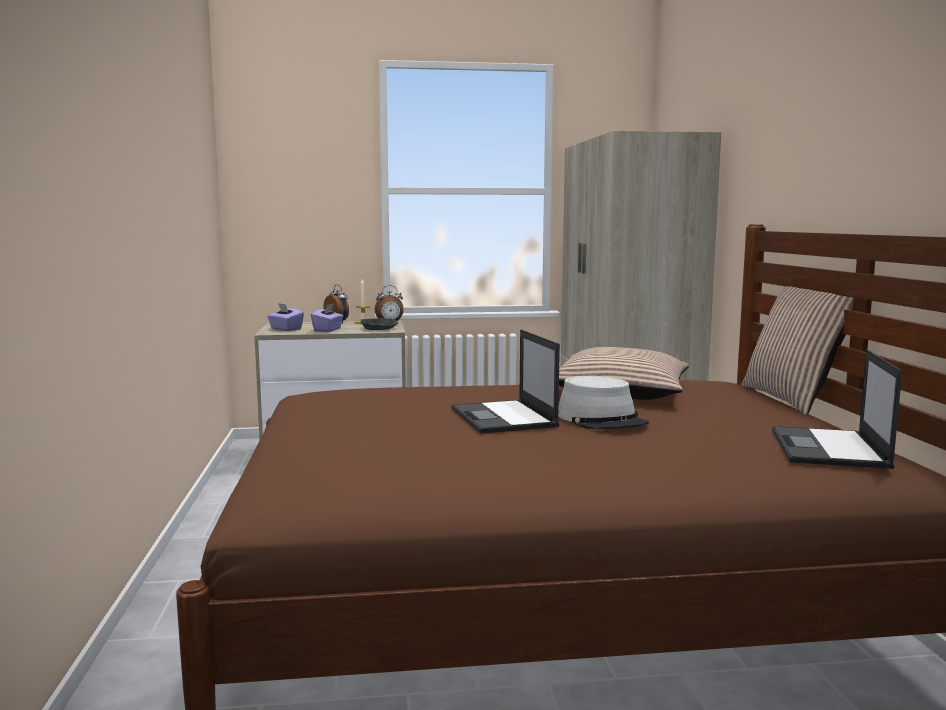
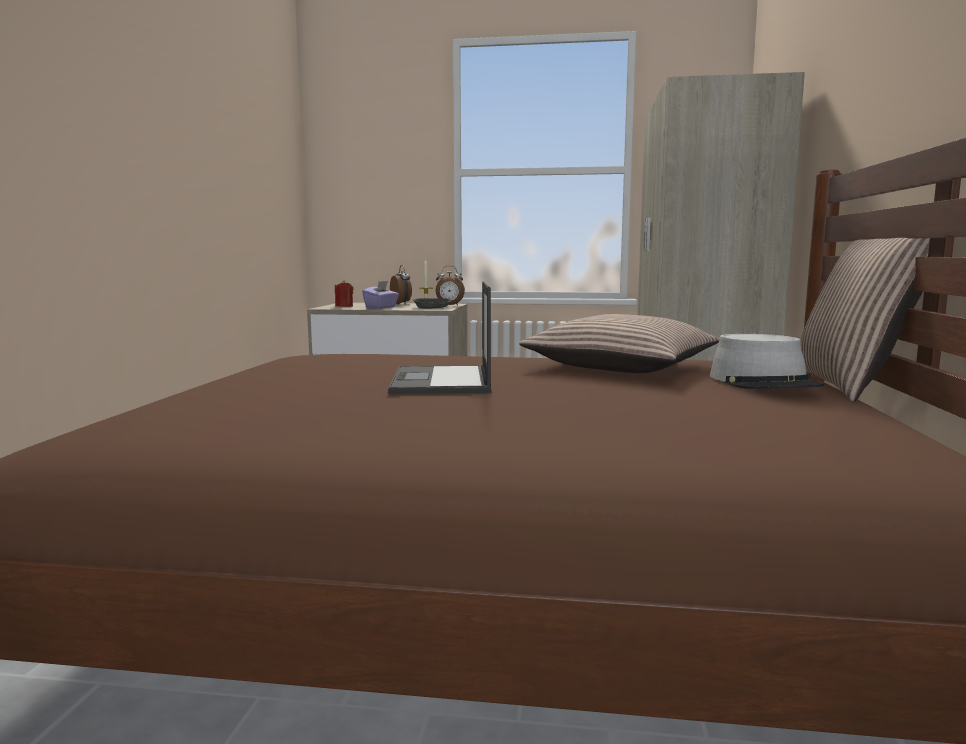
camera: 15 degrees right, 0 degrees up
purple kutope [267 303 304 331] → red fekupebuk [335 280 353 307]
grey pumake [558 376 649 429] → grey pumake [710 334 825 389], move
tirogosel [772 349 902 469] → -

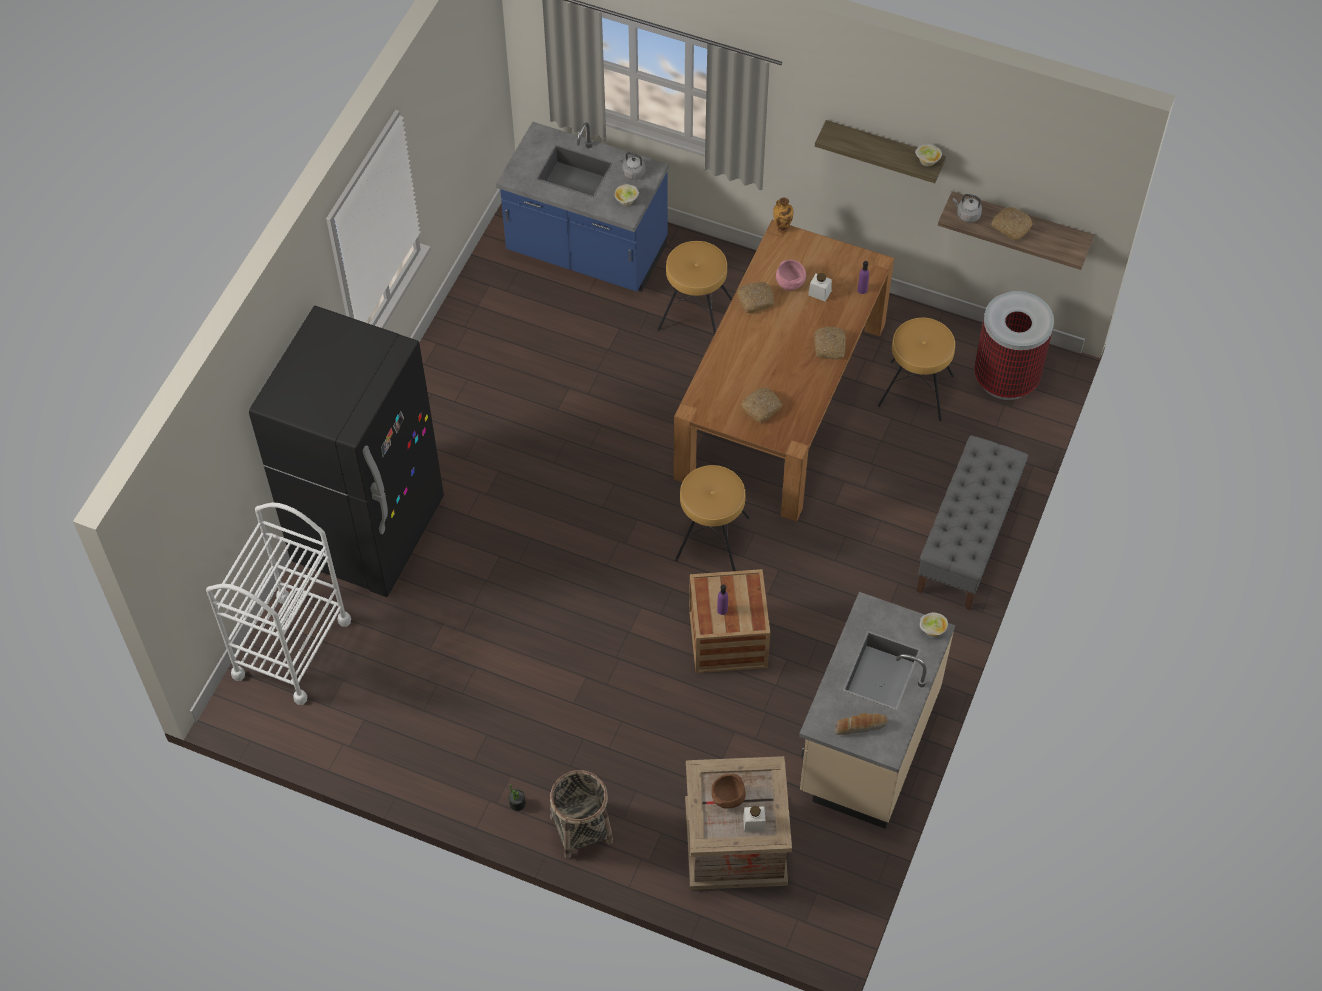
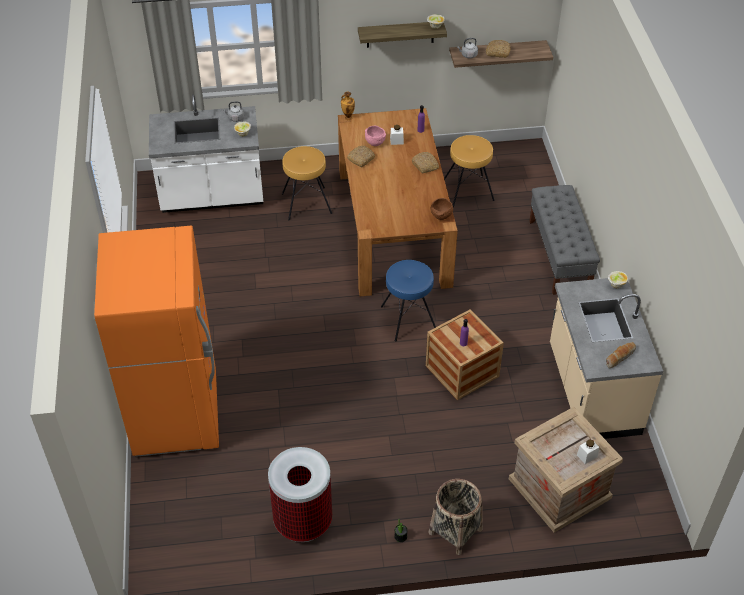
camera: 30 degrees left, 10 degrees down
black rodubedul [249 306 444 597] → orange rodubedul [94 225 219 457]
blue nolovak [496 122 669 292] → white nolovak [149 94 263 213]
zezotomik [974 291 1054 400] → zezotomik [268 447 332 542], move
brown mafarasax [675 465 750 571] → blue mafarasax [381 260 436 342]
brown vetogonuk [712 774 746 809] → brown vetogonuk [431 198 453 220], move
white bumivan [206 502 351 705] → -
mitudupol [741 387 782 423] → -

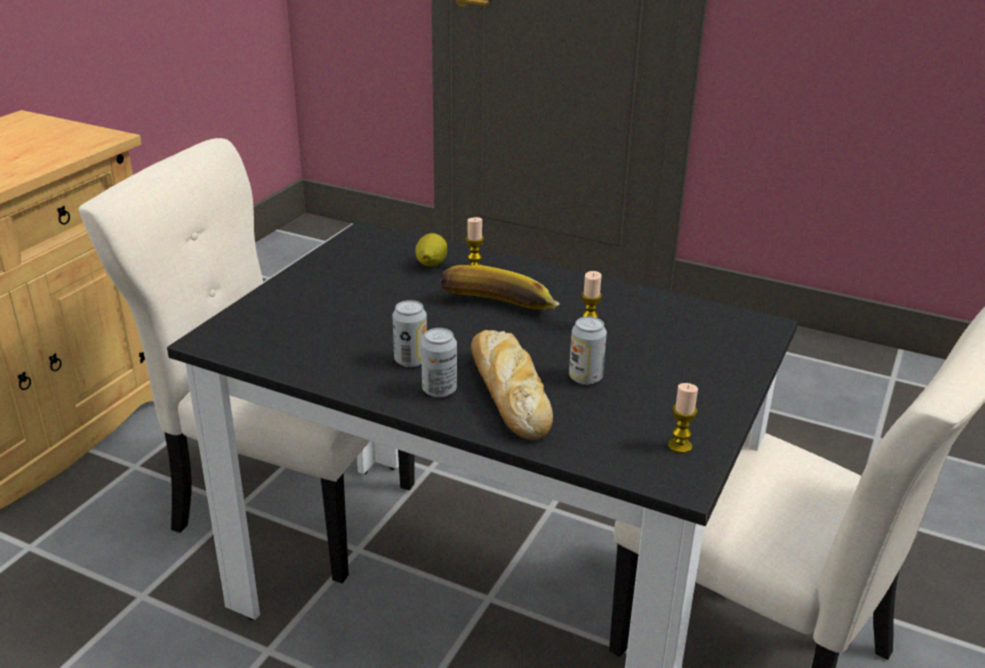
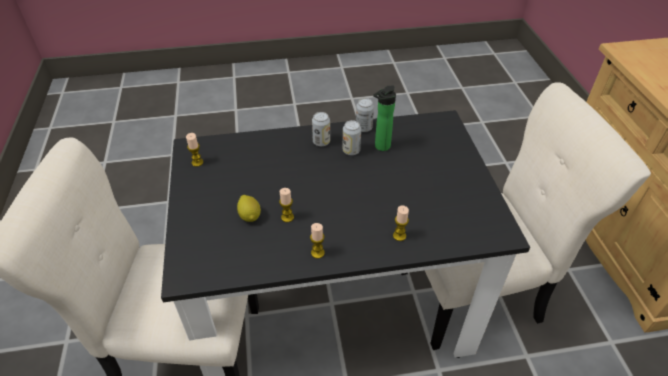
camera: 145 degrees right, 15 degrees up
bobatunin [415 233 447 266] → bobatunin [237 195 261 222], move
- → fekupebuk [310 223 325 259]
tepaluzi [569 316 607 385] → tepaluzi [356 98 374 132], move
- → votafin [373 85 396 151]
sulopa [441 265 559 310] → -
mitudupol [471 330 553 440] → -

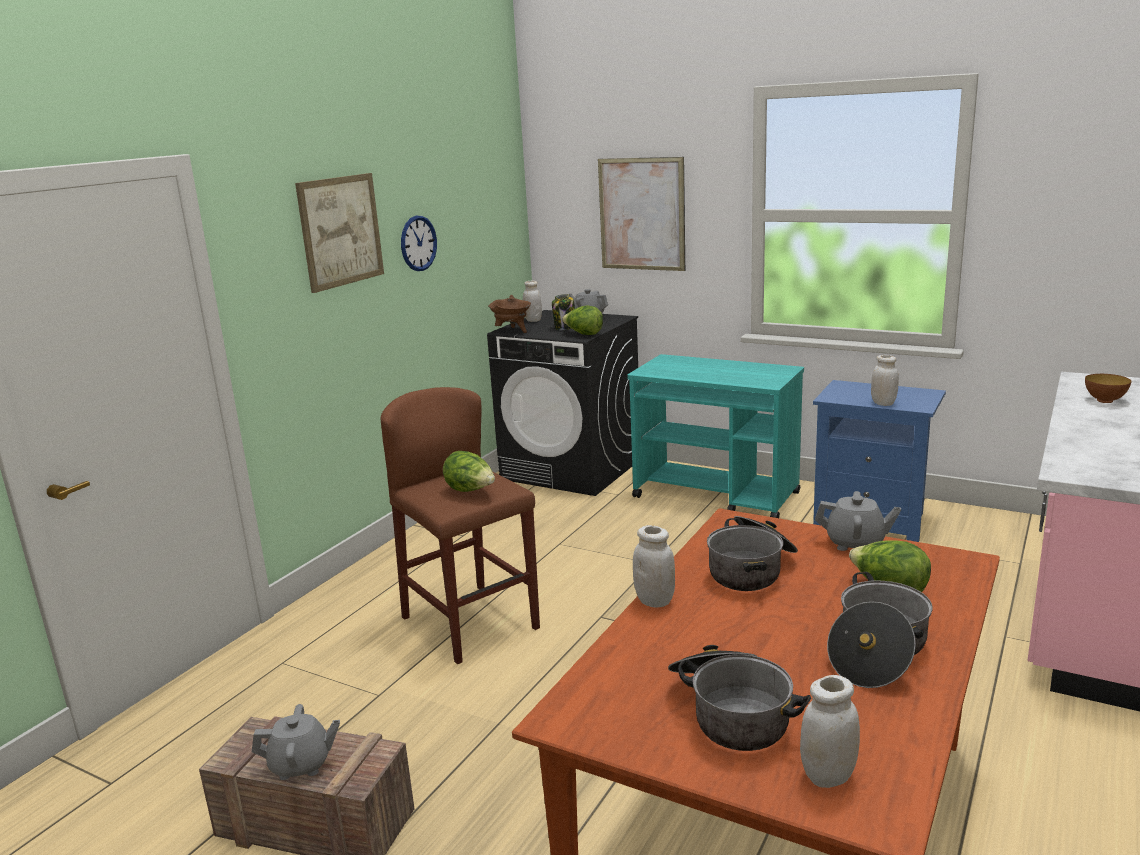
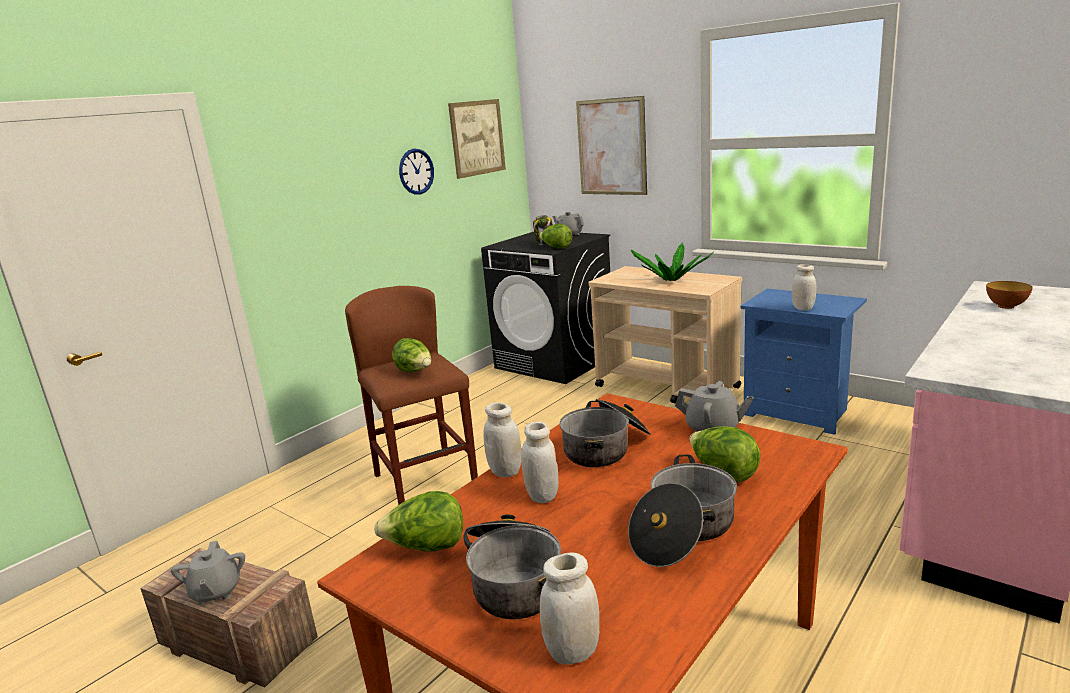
camera: 10 degrees right, 0 degrees up
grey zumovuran [252 704 340 780] → grey zumovuran [171 541 245 605], 75 degrees clockwise
- → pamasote [374 491 463 552]
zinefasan [295 173 384 293] → zinefasan [448 99 506 179], move
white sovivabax [523 281 542 322] → white sovivabax [521 421 559 503], move
turquoise bumivan [627 354 804 518] → beige bumivan [588 266 742 404]
- → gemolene [631 242 714 281]
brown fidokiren [488 295 531 333] → -

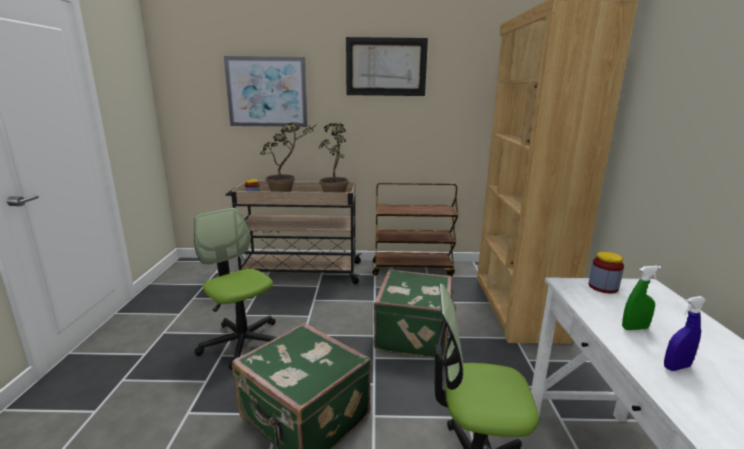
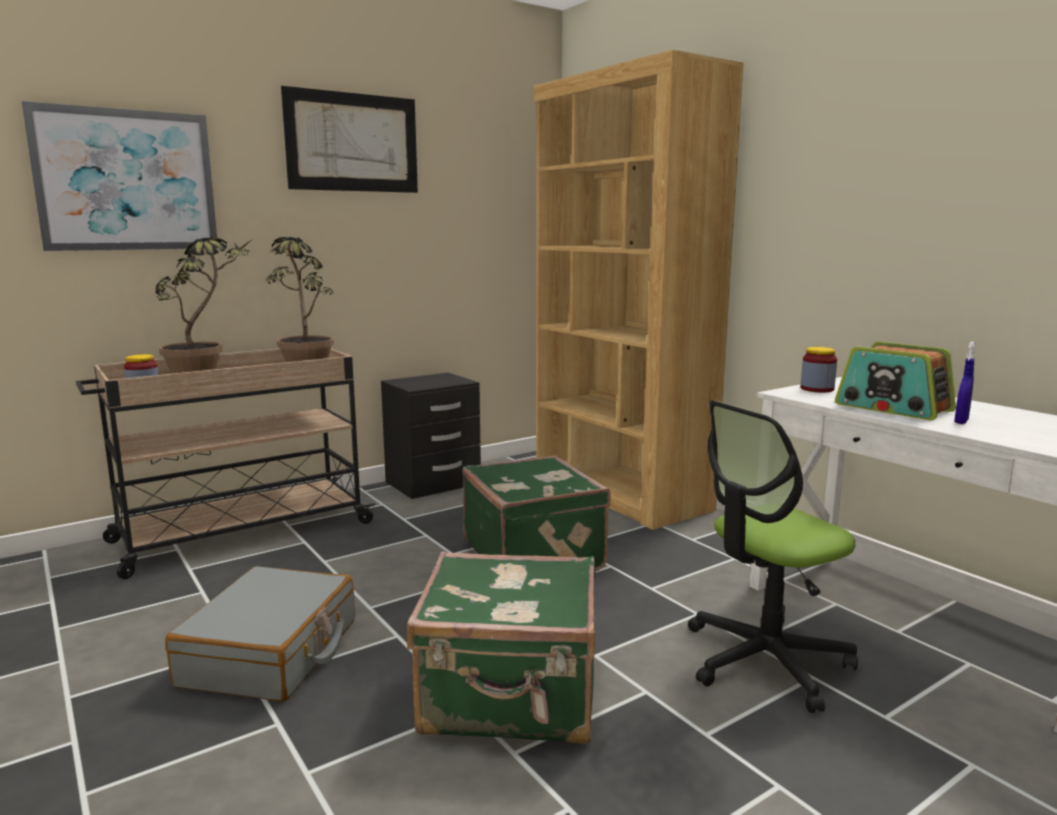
camera: 35 degrees left, 5 degrees down
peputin [194 208 277 370] → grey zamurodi [165 566 355 702]
brown bumivan [372 183 458 276] → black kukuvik [381 373 481 499]
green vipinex [622 266 662 330] → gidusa [835 342 956 420]

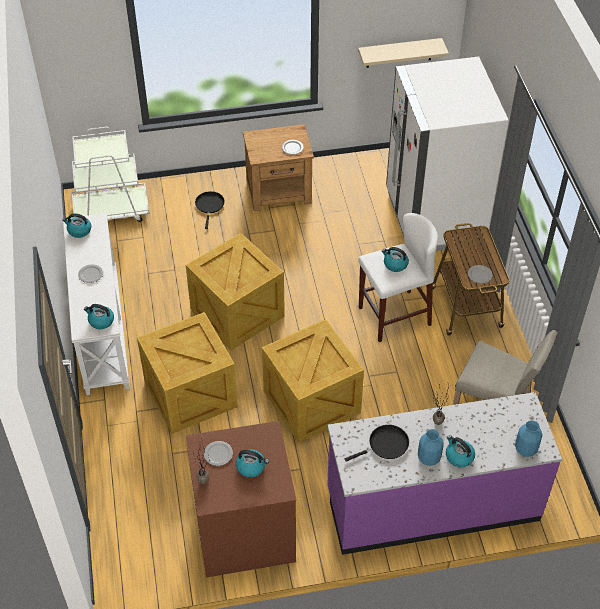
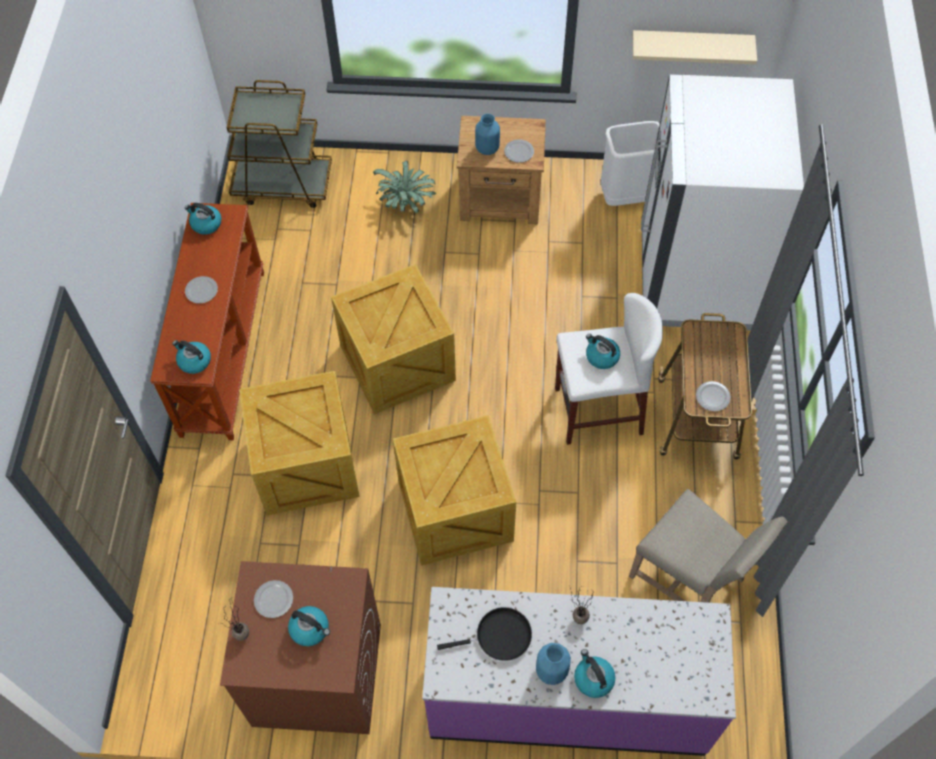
camera: 15 degrees right, 10 degrees up
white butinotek [63 213 129 395] → brown butinotek [150 203 264 440]
white bumivan [72 127 149 222] → brown bumivan [227 80 332 208]
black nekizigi [195 191 225 229] → gemolene [373 160 437 213]
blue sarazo [515 420 542 457] → blue sarazo [475 114 500 155], move
- → white zezotomik [600 121 660 206]

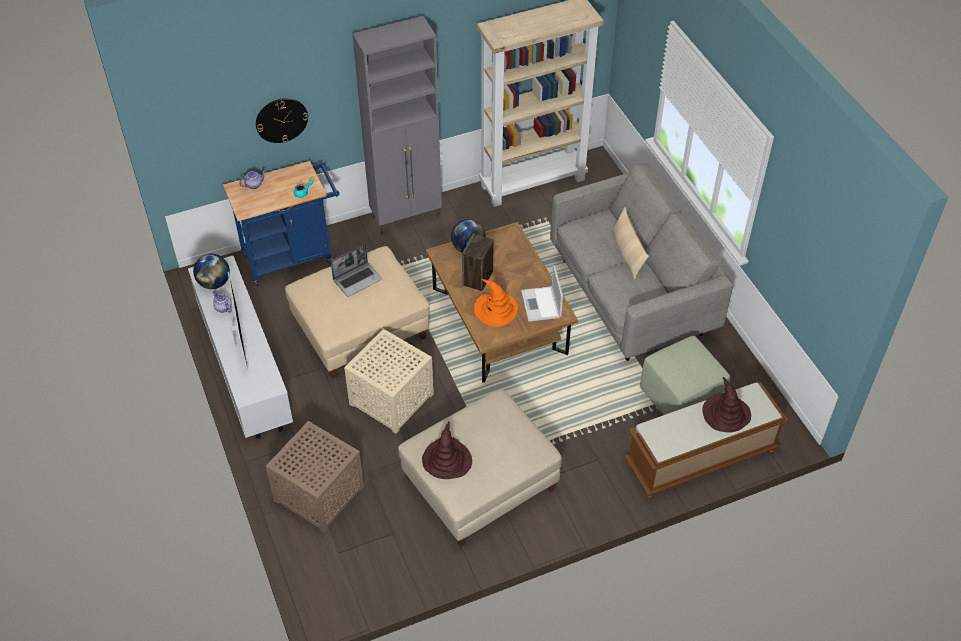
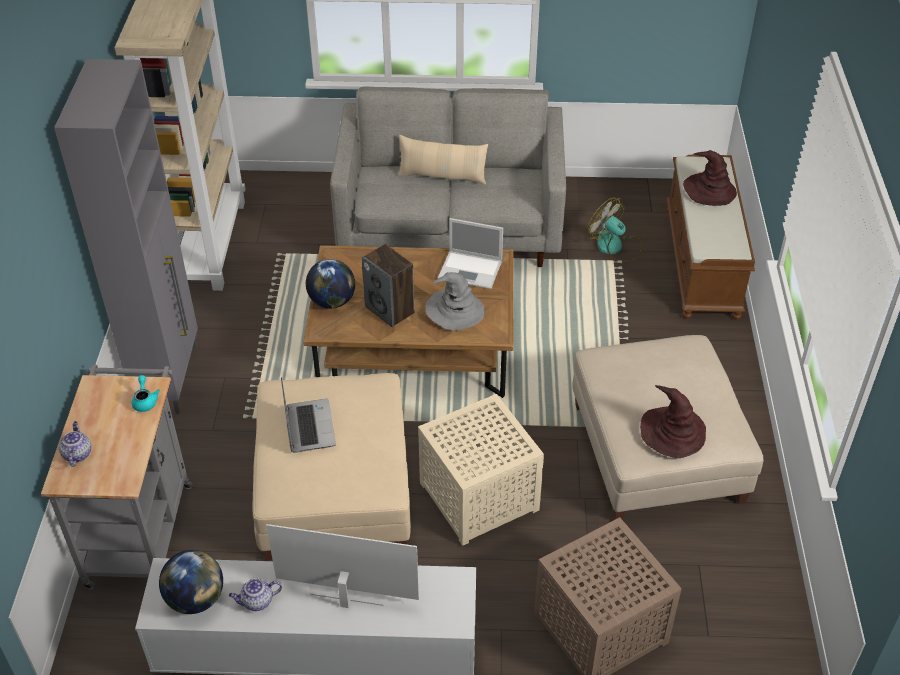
camera: 65 degrees left, 5 degrees down
blue bumivan [223 161 340 286] → grey bumivan [41 365 193 589]
orange pumake [474 279 518 327] → grey pumake [426 272 484 331]
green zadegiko [640 336 730 415] → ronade [587 198 642 262]
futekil [256 98 308 143] → -

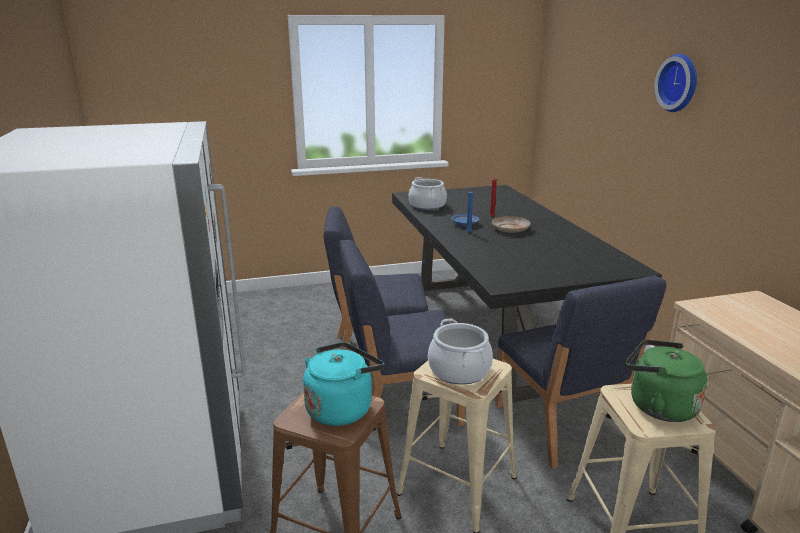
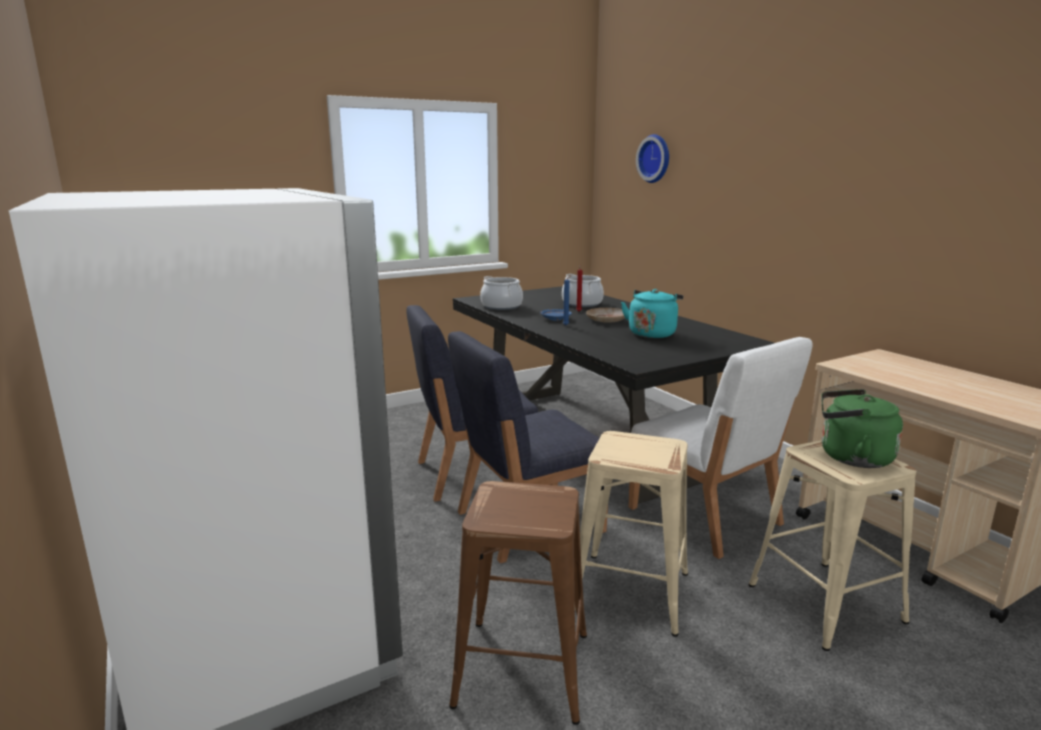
camera: 15 degrees left, 5 degrees down
fidokiren [428 318 493 385] → fidokiren [562 274 604 307], move
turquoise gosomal [303 342 384 426] → turquoise gosomal [621 289 683 338], move
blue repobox [495 276 666 469] → white repobox [629 337 813 559]
futekil [654 54 697 112] → futekil [636 134 669 183], move

